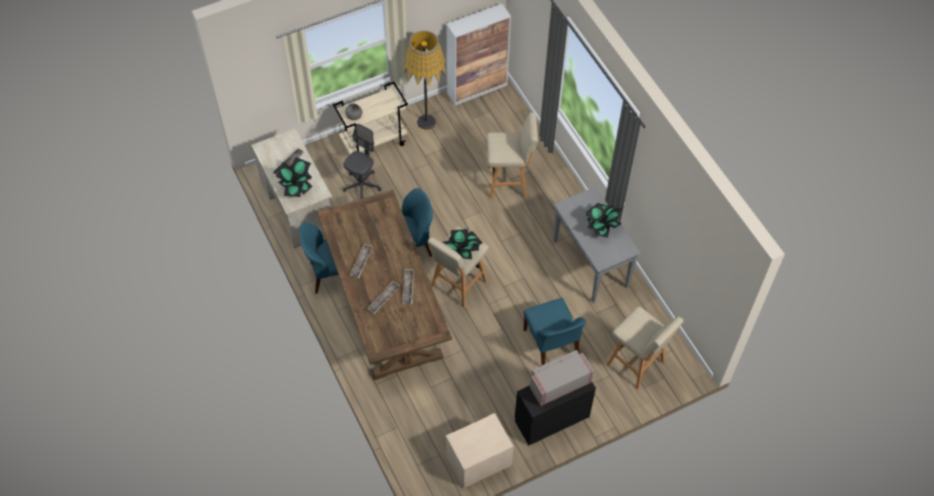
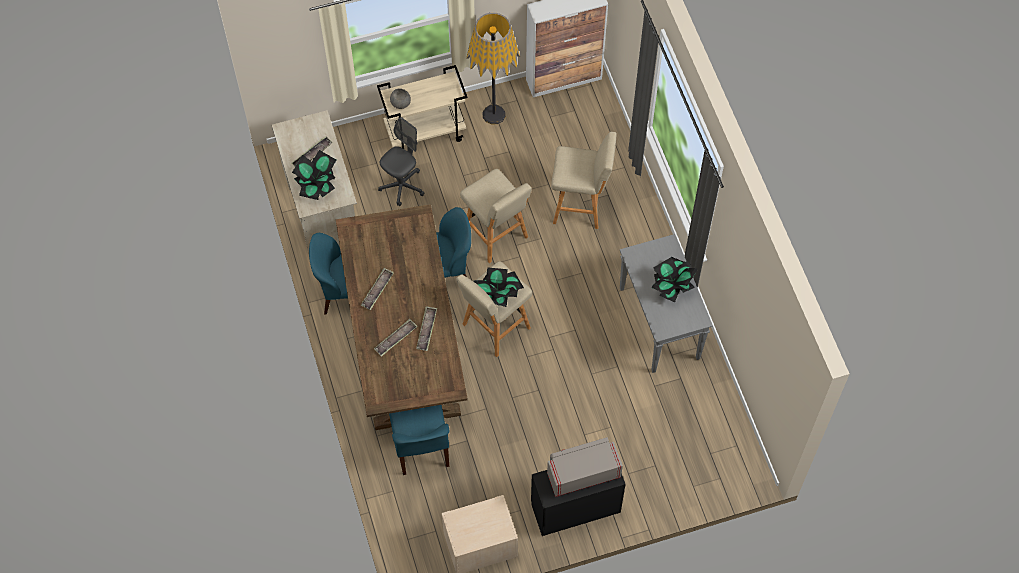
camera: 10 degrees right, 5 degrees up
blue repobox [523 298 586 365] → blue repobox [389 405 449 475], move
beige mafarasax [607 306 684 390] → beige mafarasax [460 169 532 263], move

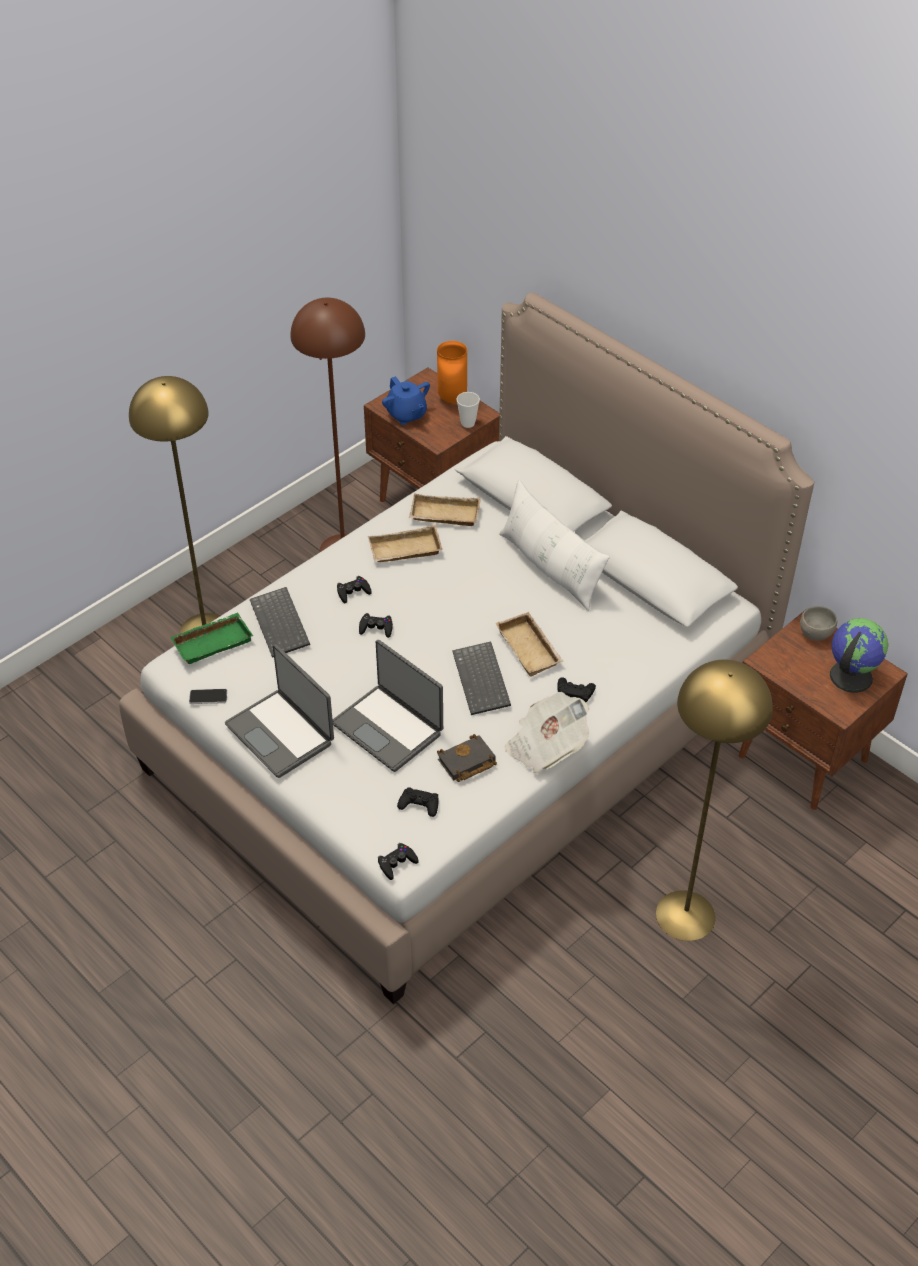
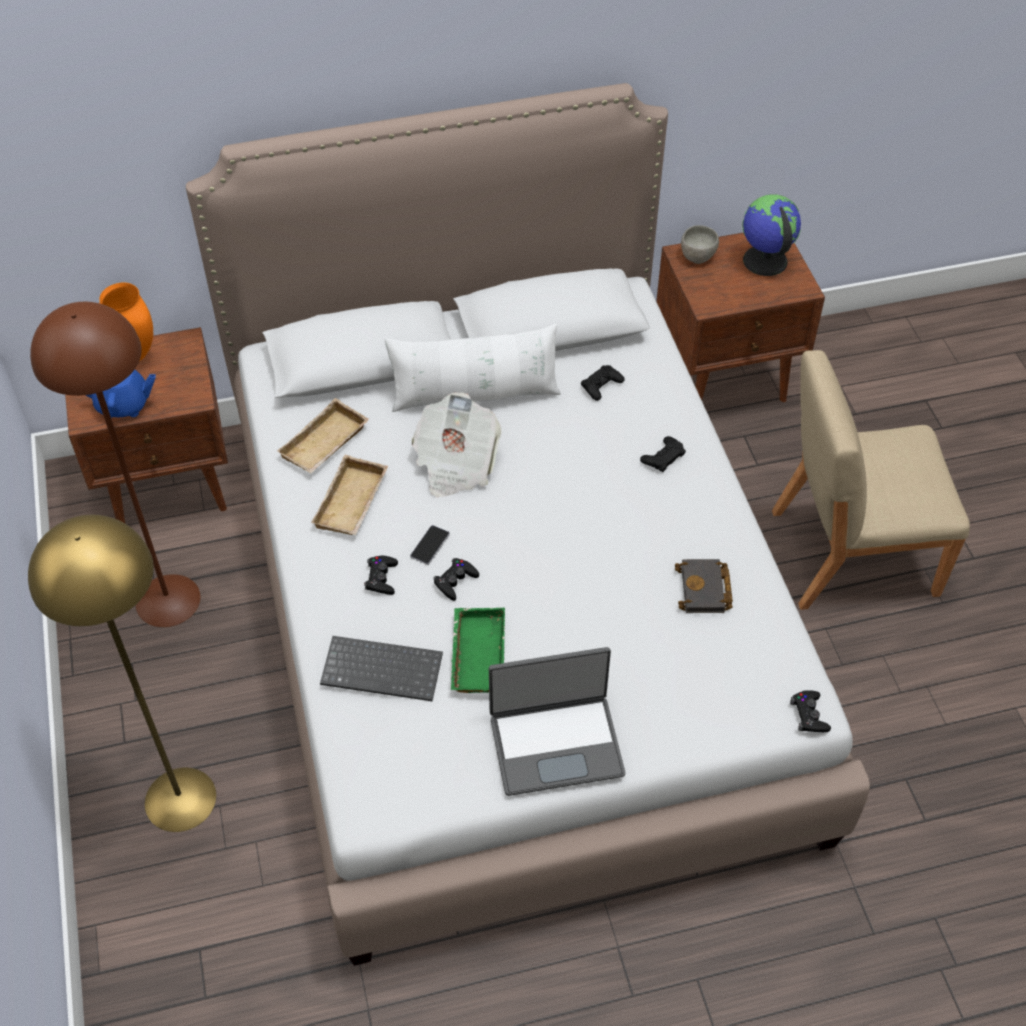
camera: 60 degrees left, 5 degrees up
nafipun [189 689 227 704] → nafipun [410 525 450 565], move
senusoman [505 692 590 774] → senusoman [412 392 502 497], move
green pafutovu [170 613 253 664] → green pafutovu [451 608 505 693], move
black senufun [397 787 439 817] → black senufun [581 365 625 401], move
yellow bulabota [656 659 773 941] → beige repobox [772 350 970 610]
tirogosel [333 640 443 772] → -
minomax [452 641 511 715] → -
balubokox [456 392 480 428] → -
beige pafutovu [495 612 563 677] → -

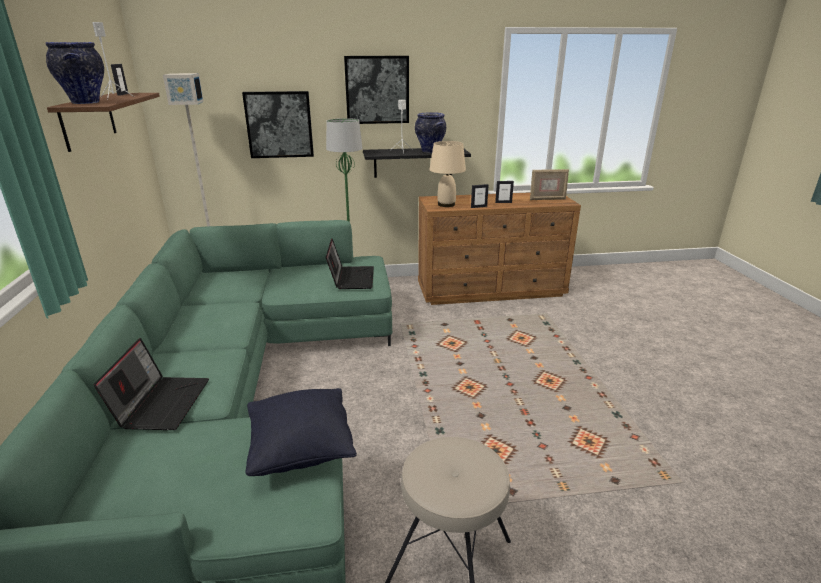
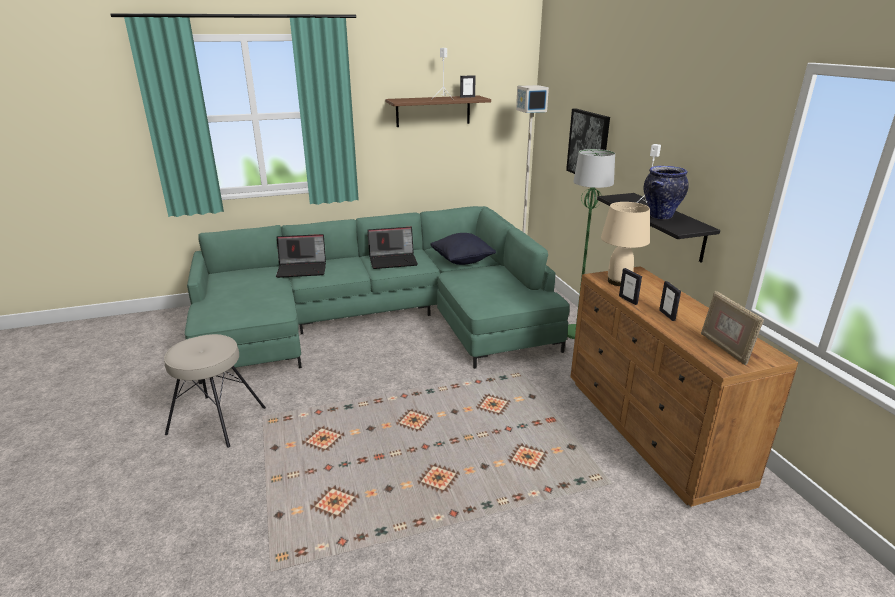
camera: 80 degrees right, 0 degrees up
tirogosel [326 238 374 289] → tirogosel [367 227 418 269], move
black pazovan [245 388 357 476] → black pazovan [430 233 496 265], move
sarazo [46 42 104 104] → -
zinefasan [344 56 409 124] → -

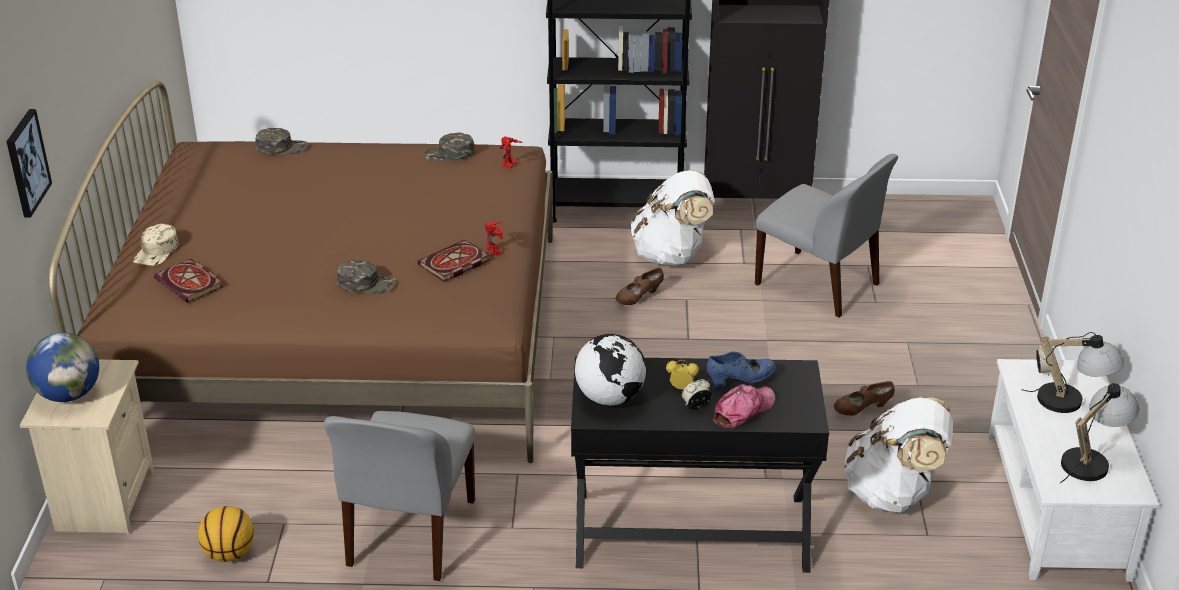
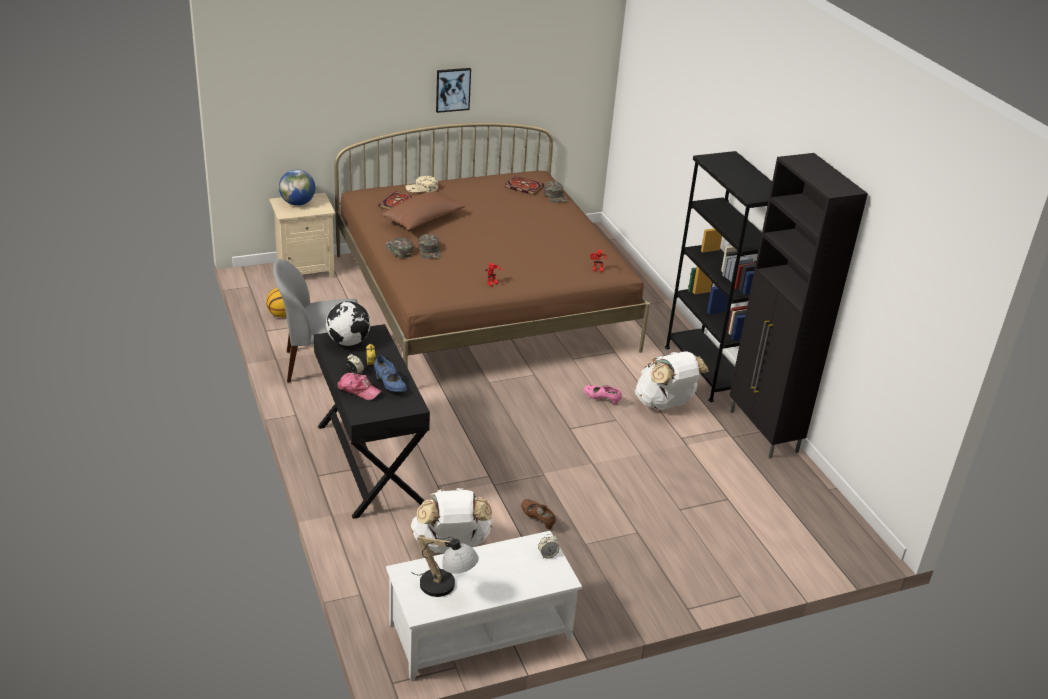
camera: 65 degrees right, 0 degrees up
- → brown pazovan [381 192 465 230]
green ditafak [423 132 475 162] → green ditafak [385 238 413 258], move
zinefasan [6 109 52 217] → zinefasan [436 68 471 113], move
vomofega [418 240 490 282] → vomofega [505 176 544 195], move
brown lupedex [616 268 664 305] → pink lupedex [584 385 622 405]
grey repobox [755 154 898 318] → -
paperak [1021 332 1125 413] → -

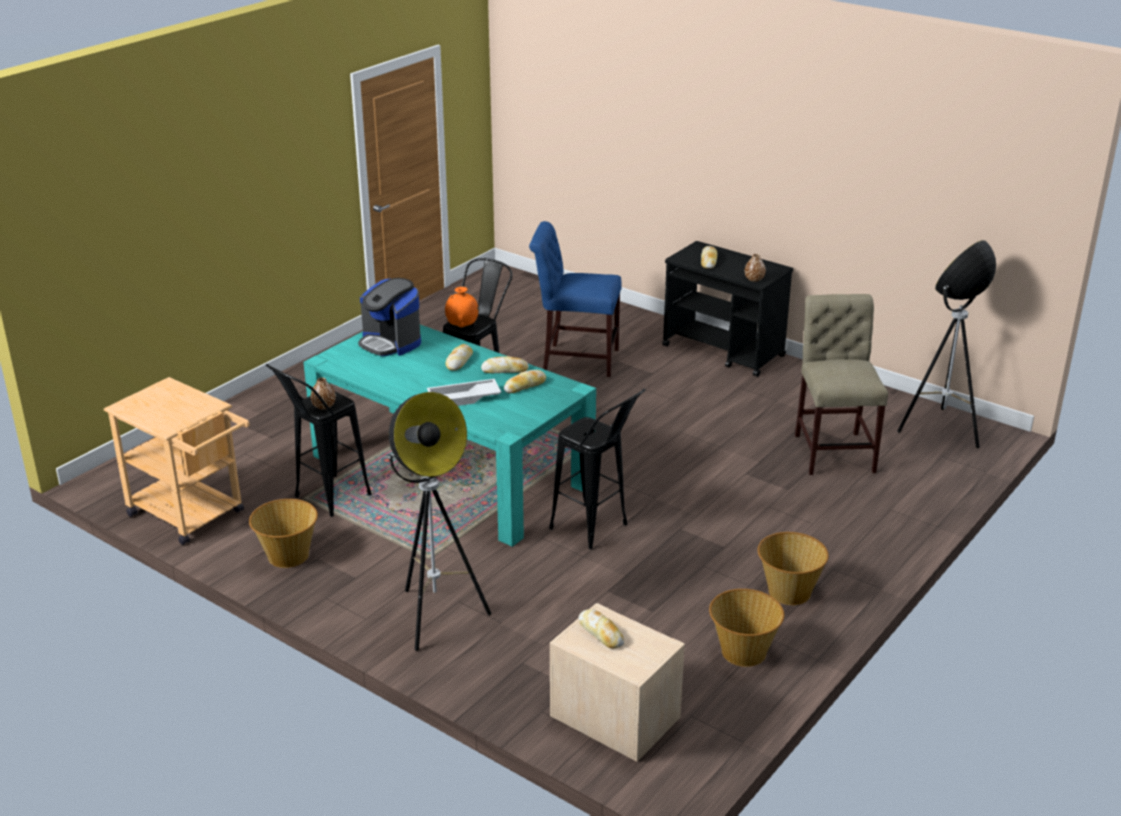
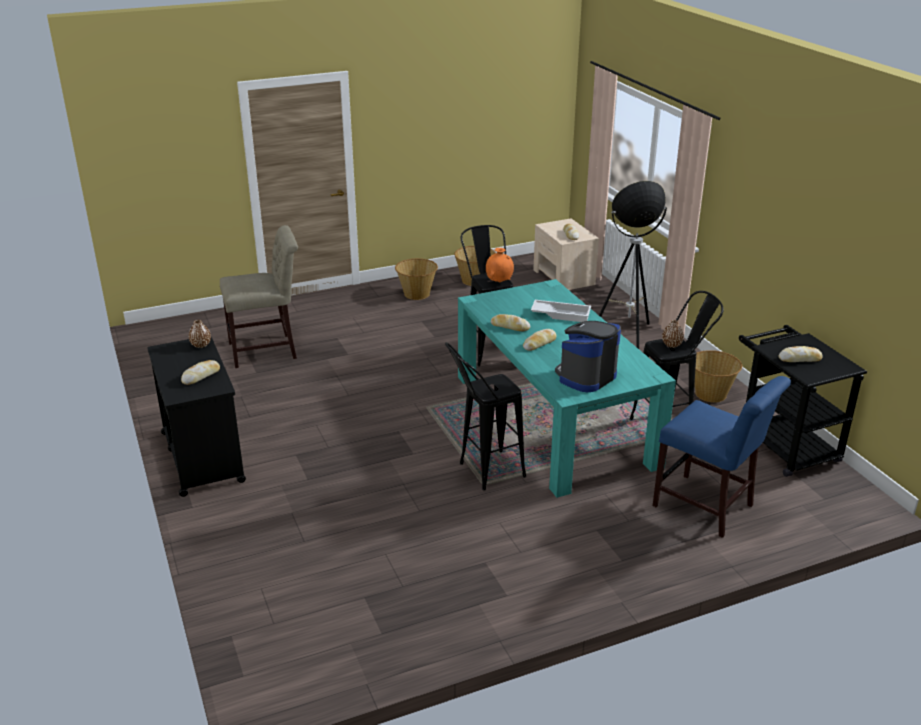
camera: 150 degrees left, 0 degrees up
beige repobox [795 294 888 475] → beige repobox [220 225 298 368], 135 degrees counterclockwise
orange sarazo [445 287 478 327] → orange sarazo [486 248 514 282], move
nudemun [358 278 421 356] → nudemun [555 321 621 392], 120 degrees counterclockwise
blue repobox [529 221 622 377] → blue repobox [653 376 791 538], move
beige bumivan [104 377 250 545] → black bumivan [739 325 867 477]
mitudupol [504 370 546 393] → mitudupol [778 346 823 362], move
bulabota [897 240 996 448] → -

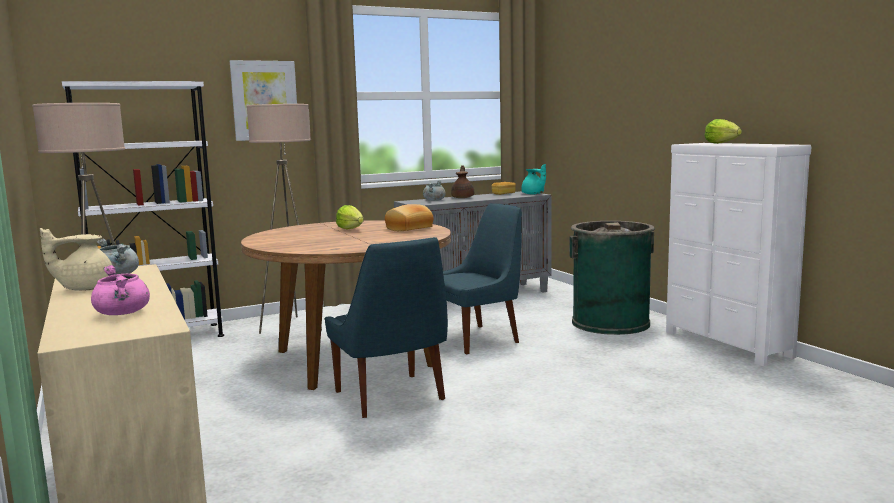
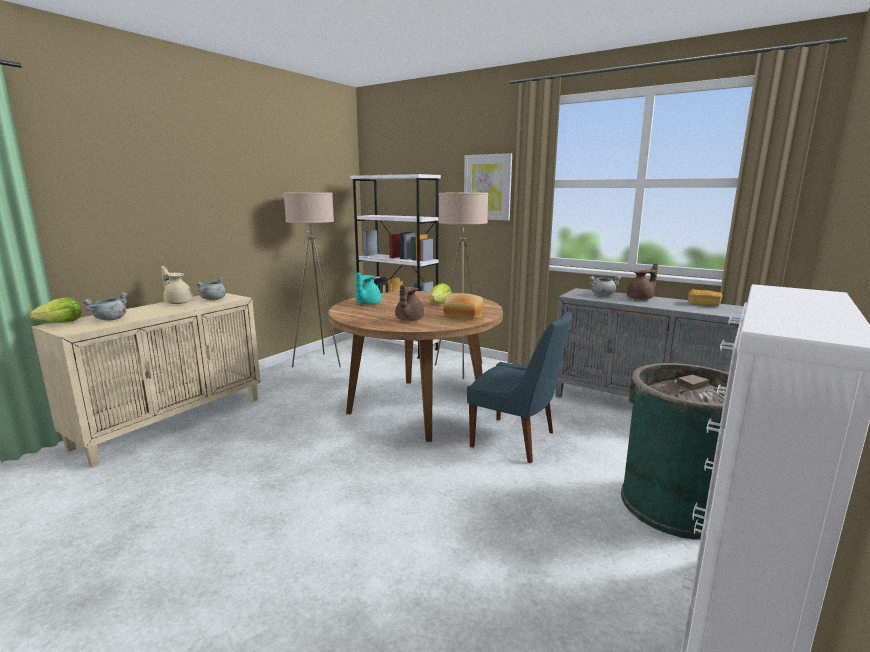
camera: 60 degrees right, 5 degrees up
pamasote [704 119 742 144] → pamasote [30 297 81 323], move
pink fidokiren [91 265 150 315] → grey fidokiren [82 292 128 321]
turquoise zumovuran [521 164 546 194] → turquoise zumovuran [356 273 381 305], move
- → brown zumovuran [395 285 424 321]
blue repobox [325 237 448 418] → -

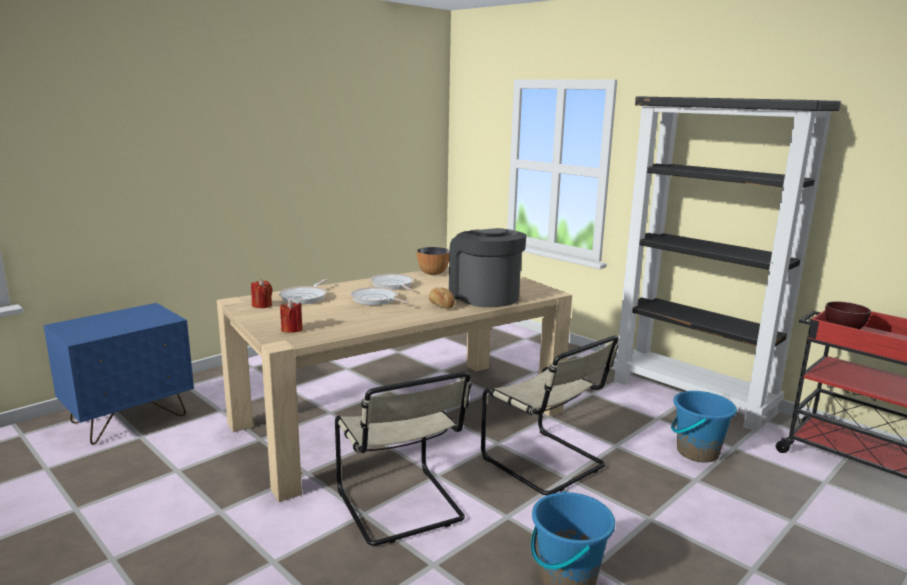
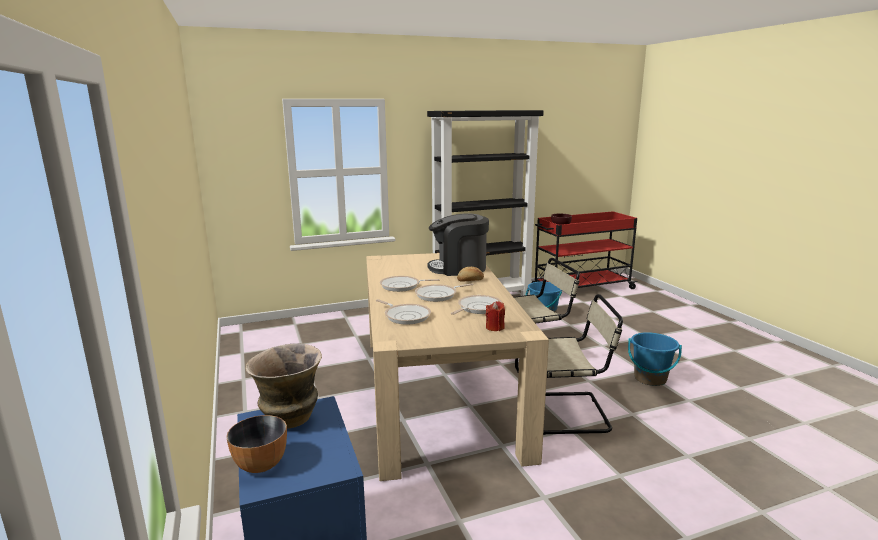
camera: 65 degrees left, 0 degrees up
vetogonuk [417 247 449 275] → vetogonuk [226 415 287 473], move
- → sarazo [246 343 322 429]
- → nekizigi [451 295 502 315]
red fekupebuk [251 279 272 308] → -

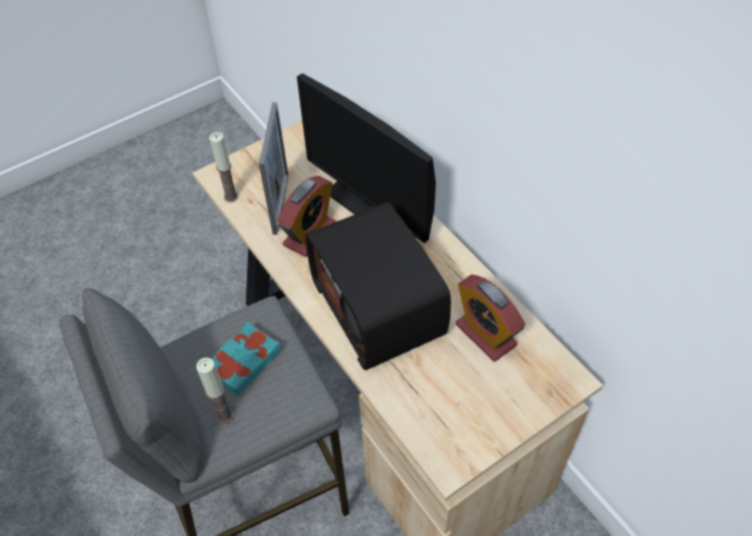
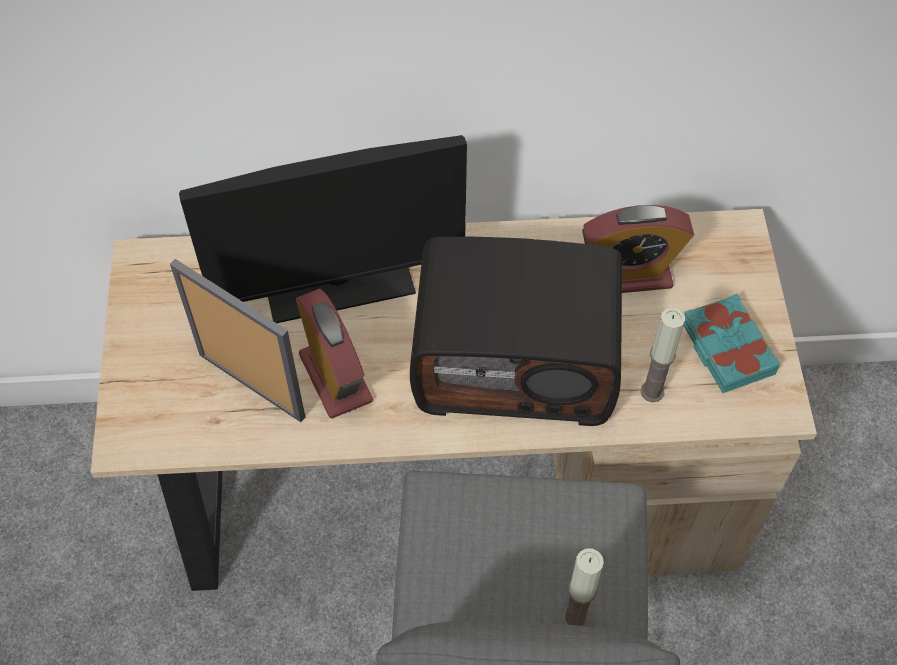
camera: 60 degrees left, 5 degrees up
fekupebuk [209 132 238 202] → fekupebuk [640 308 685 402], move
turquoise vomofega [212 322 281 396] → turquoise vomofega [684 294 781 393], move

